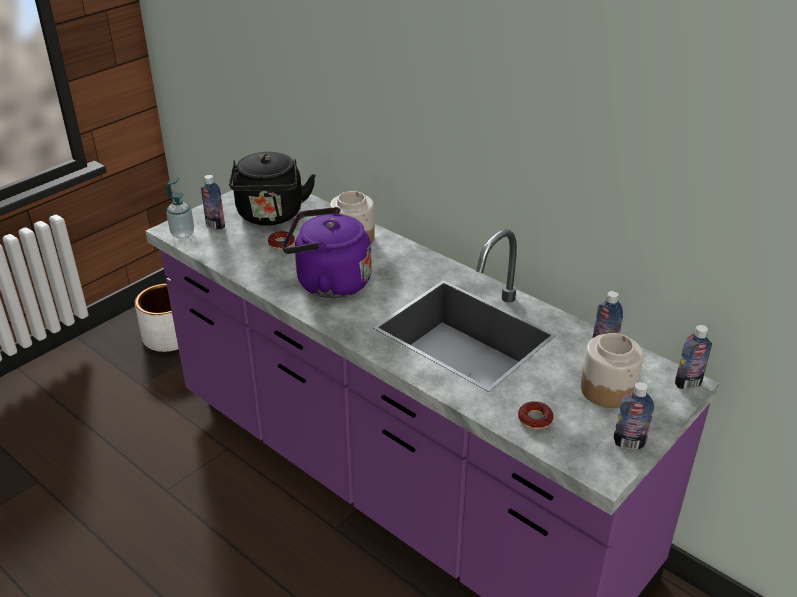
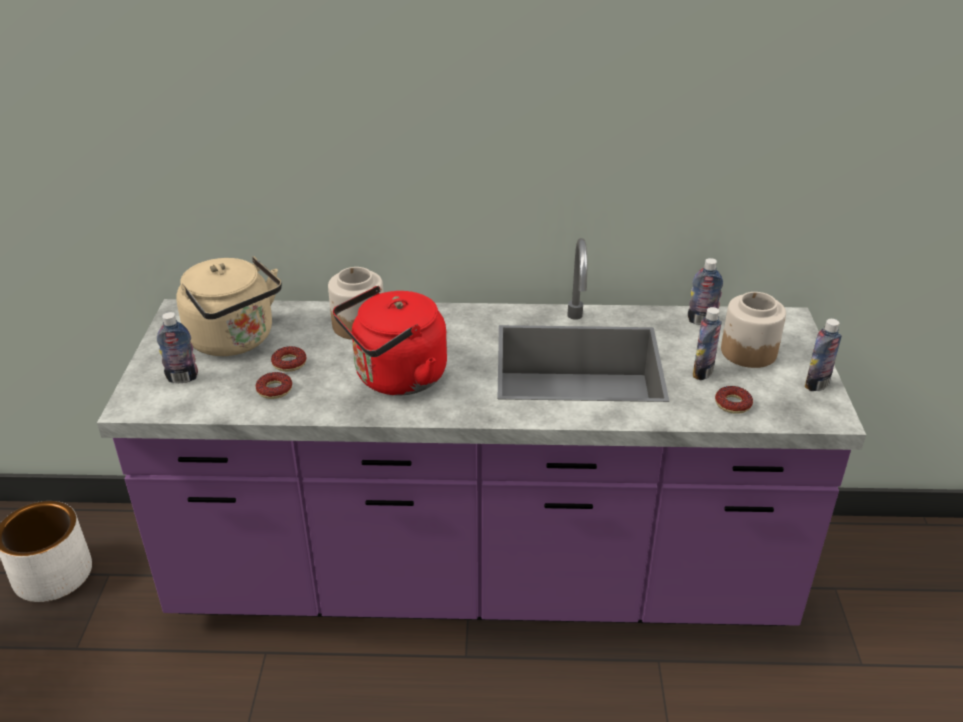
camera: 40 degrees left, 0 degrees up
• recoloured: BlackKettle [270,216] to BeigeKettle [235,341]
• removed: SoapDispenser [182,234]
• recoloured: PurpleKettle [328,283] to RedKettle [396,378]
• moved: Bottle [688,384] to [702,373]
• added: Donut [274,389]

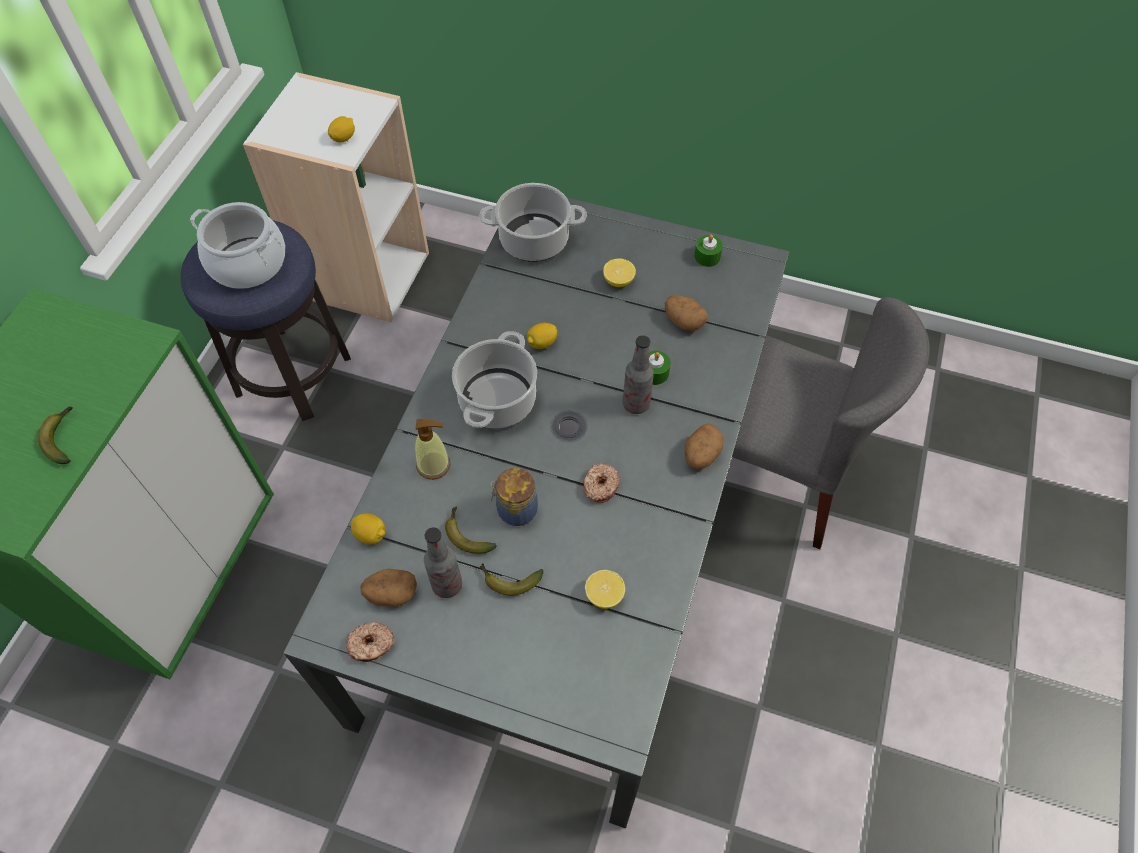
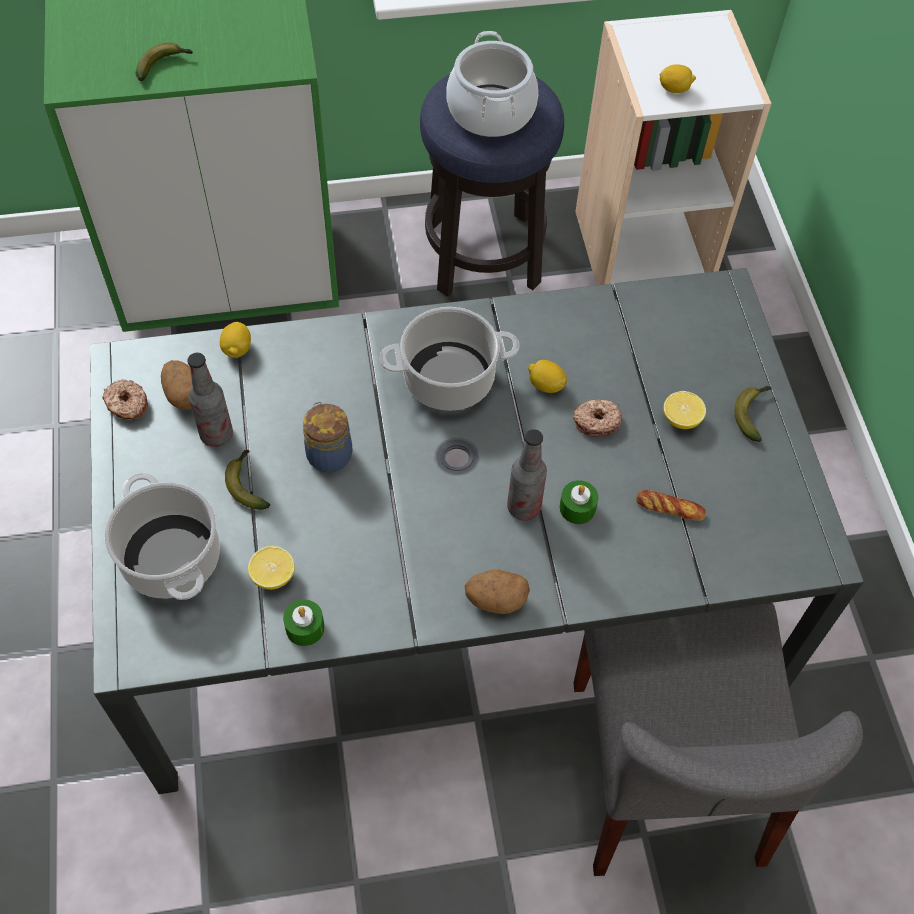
camera: 60 degrees right, 0 degrees up
• moved: CookingPot [535,239] to [172,558]
• moved: GreenCandle [707,256] to [305,627]
• replaced: Potato [683,321] to Bread [669,508]
• removed: SoapDispenser [434,465]
• moved: Donut [600,486] to [596,421]
• moved: Banana [466,534] to [752,413]

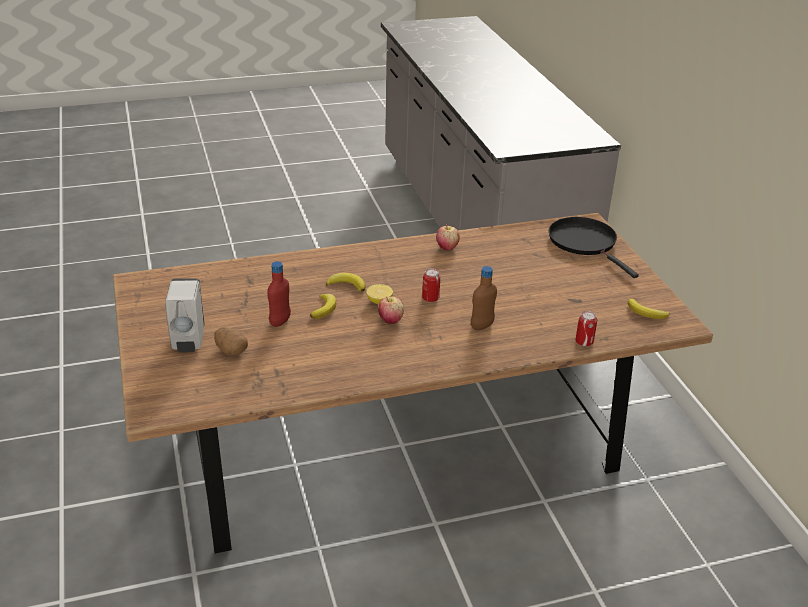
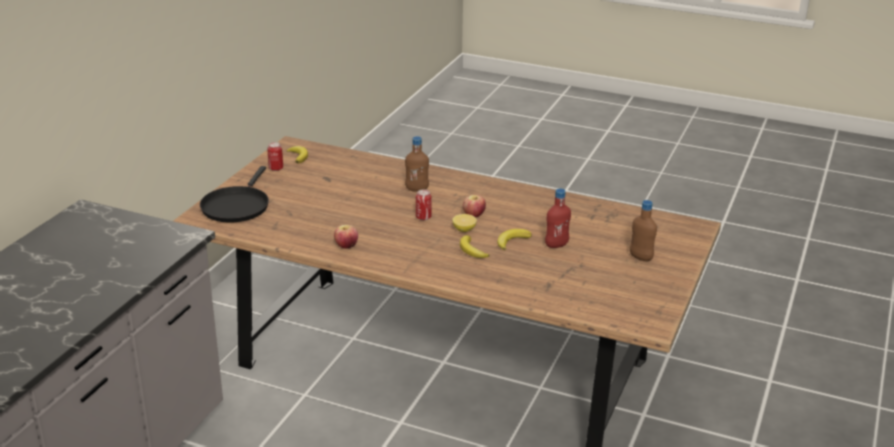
camera: 140 degrees left, 5 degrees down
• replaced: WhiteSoapDispenser [188,342] to BrownBottle [640,257]
• moved: Can [584,342] to [276,168]
• removed: Potato [231,350]

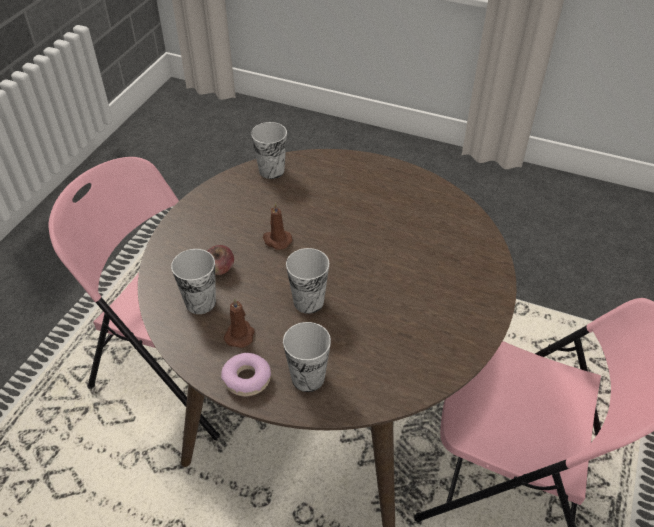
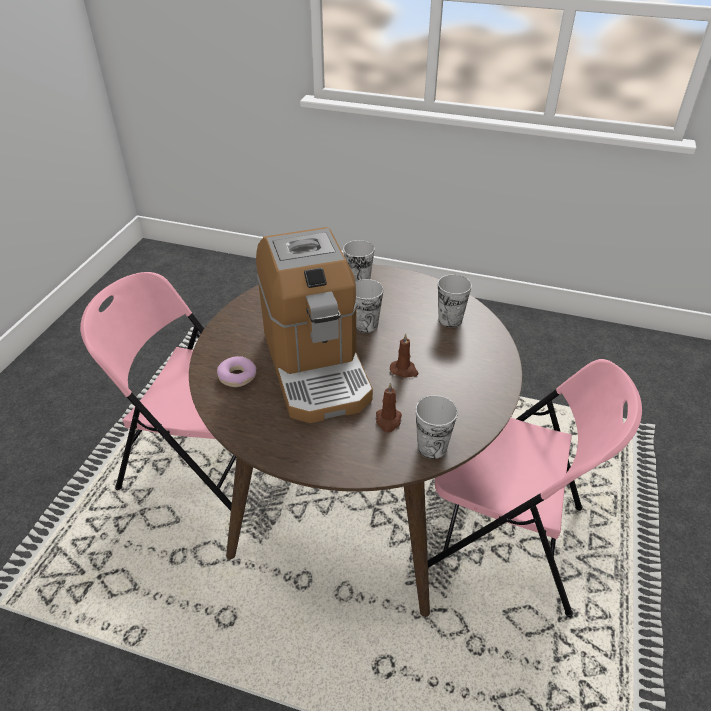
camera: 175 degrees right, 5 degrees down
• removed: Apple [220,269]
• moved: BrownCandle [240,334] to [388,421]
• moved: Donut [247,379] to [237,376]
• added: CoffeeMachine [316,366]

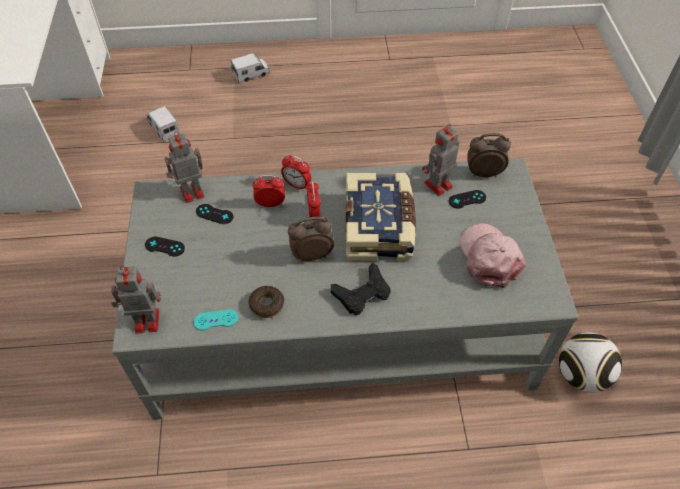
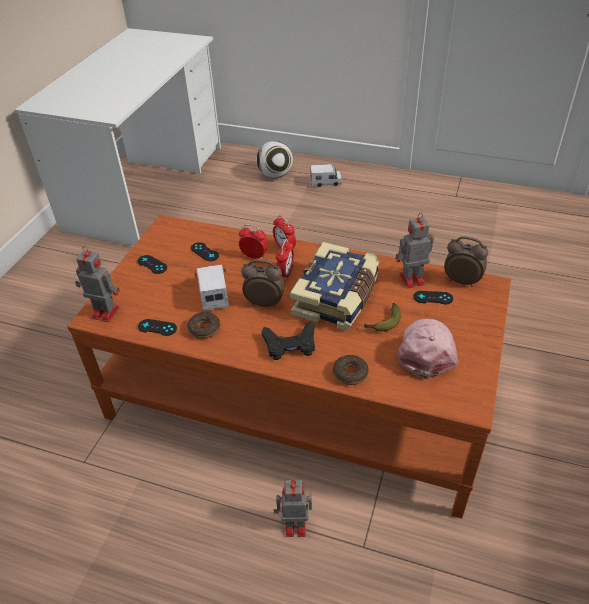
camera: 25 degrees right, 10 degrees down
• moved: ToyTruck [164,128] to [213,293]
• moved: ToyRobot [190,192] to [294,525]
• recoloured: GreyCoffeeTable [338,324] to BrownCoffeeTable [297,395]
• recoloured: TurquoiseGameController [215,320] to BlackGameController [157,327]
• moved: Football [580,375] to [275,175]
• added: Banana [383,323]
• added: Donut [350,373]

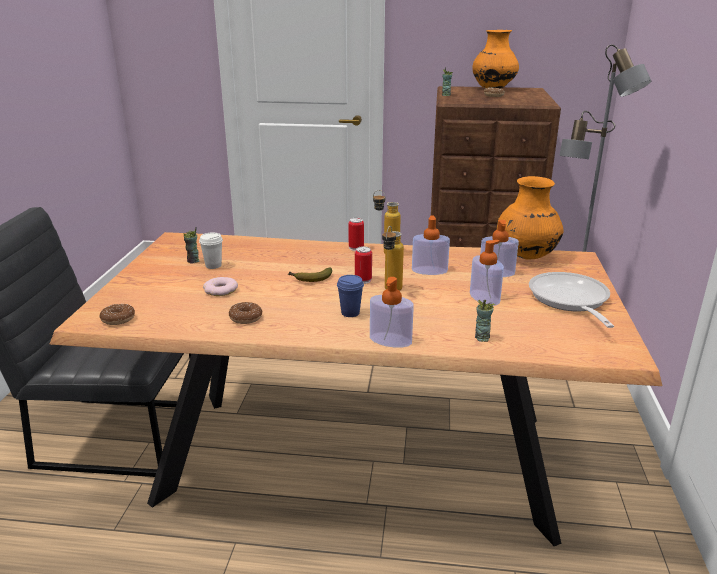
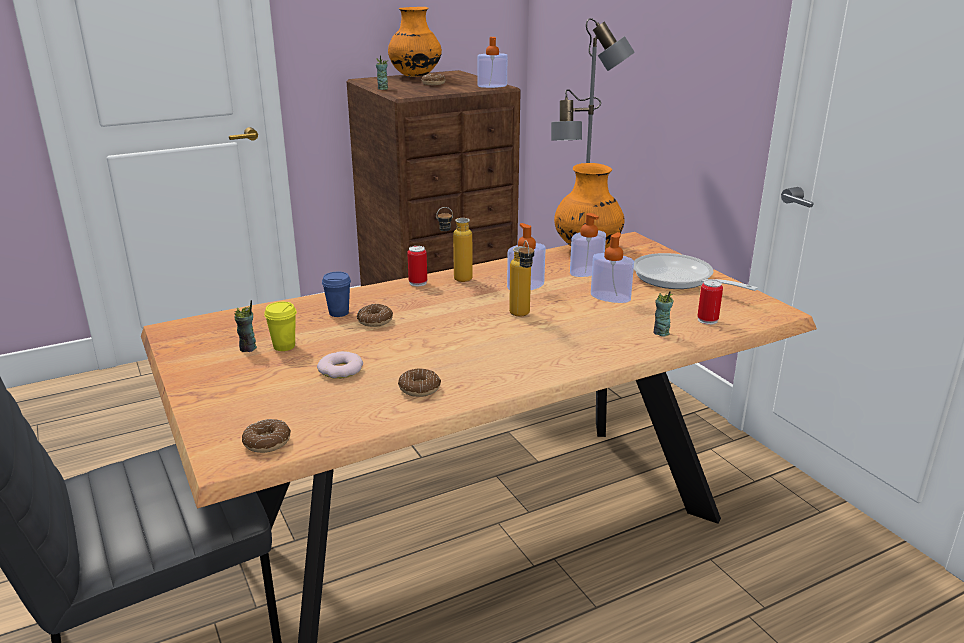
camera: 35 degrees left, 0 degrees up
• recoloured: WhiteCup [213,265] to YellowCup [284,346]
• moved: Can [363,280] to [707,320]
• removed: Banana [310,279]
• moved: BlueCup [350,313] to [339,313]
• moved: SoapDispenser [390,340] to [492,86]
• added: Donut [375,321]

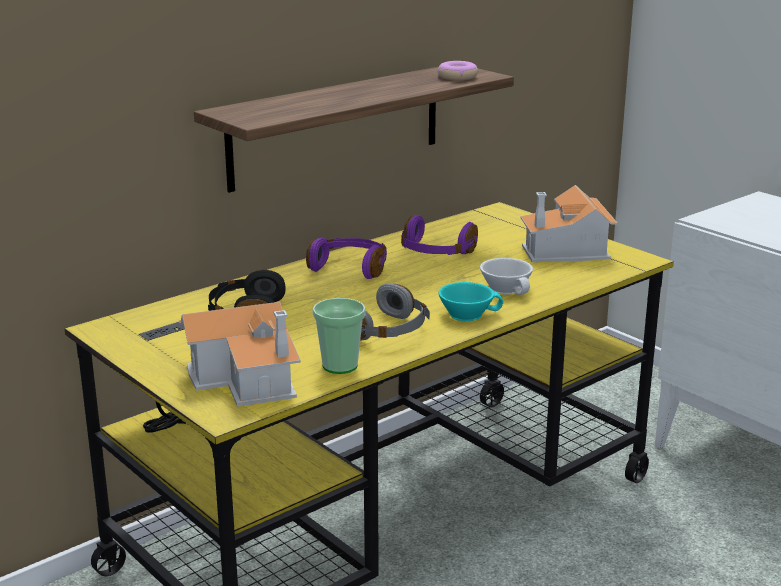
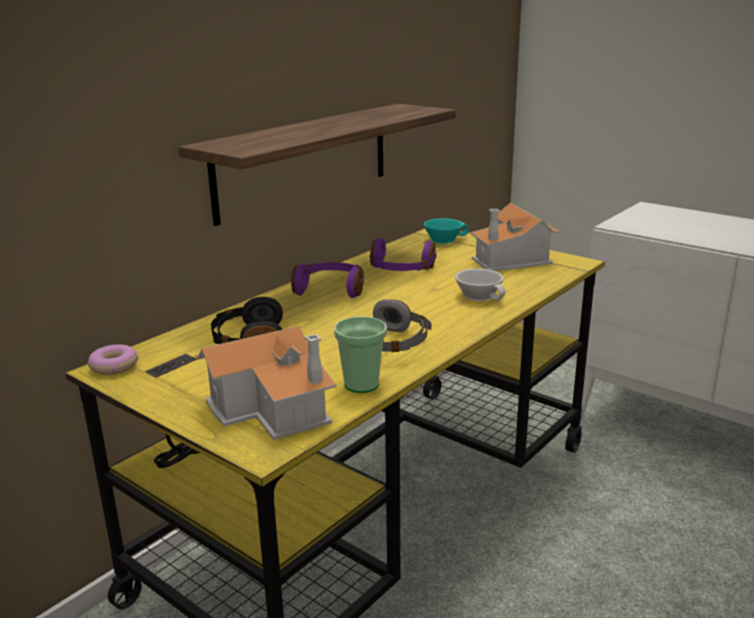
camera: 10 degrees left, 0 degrees up
• moved: Donut [457,77] to [114,366]
• moved: TurquoiseCup [467,313] to [443,239]

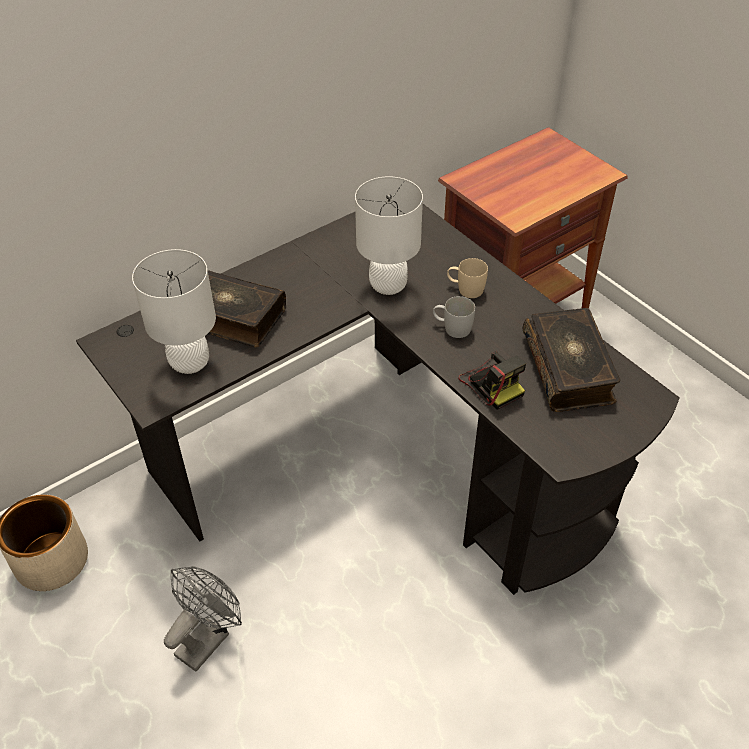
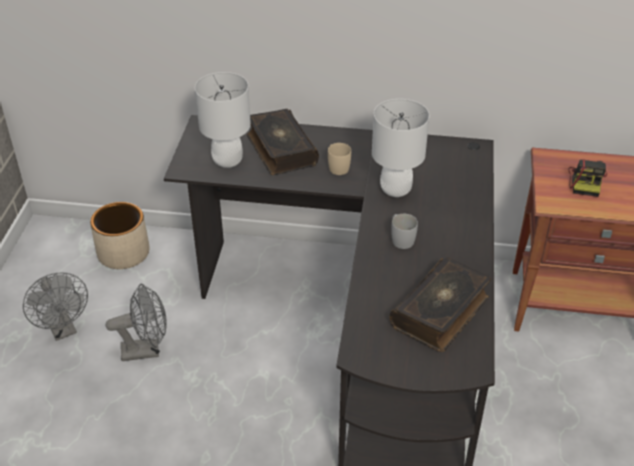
camera: 45 degrees right, 5 degrees down
• moved: BeigeMug [465,289] to [337,166]
• moved: PhotoCamera [491,383] to [586,181]
• added: GreyFan [63,329]

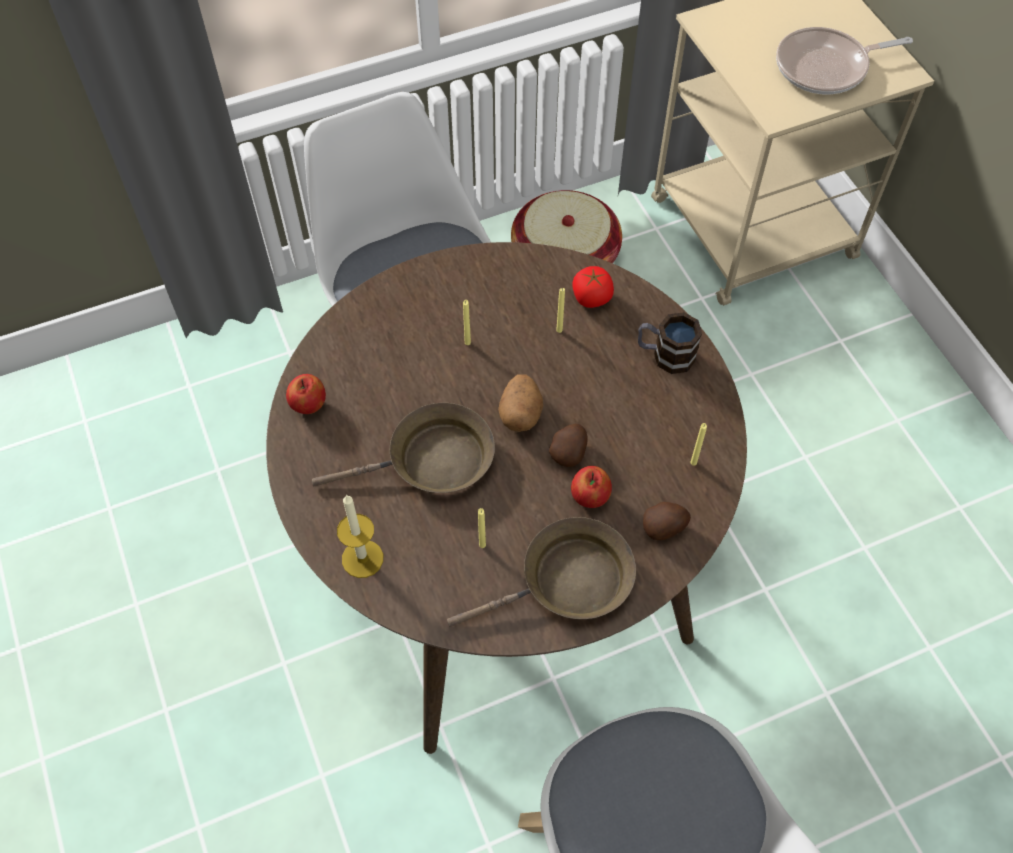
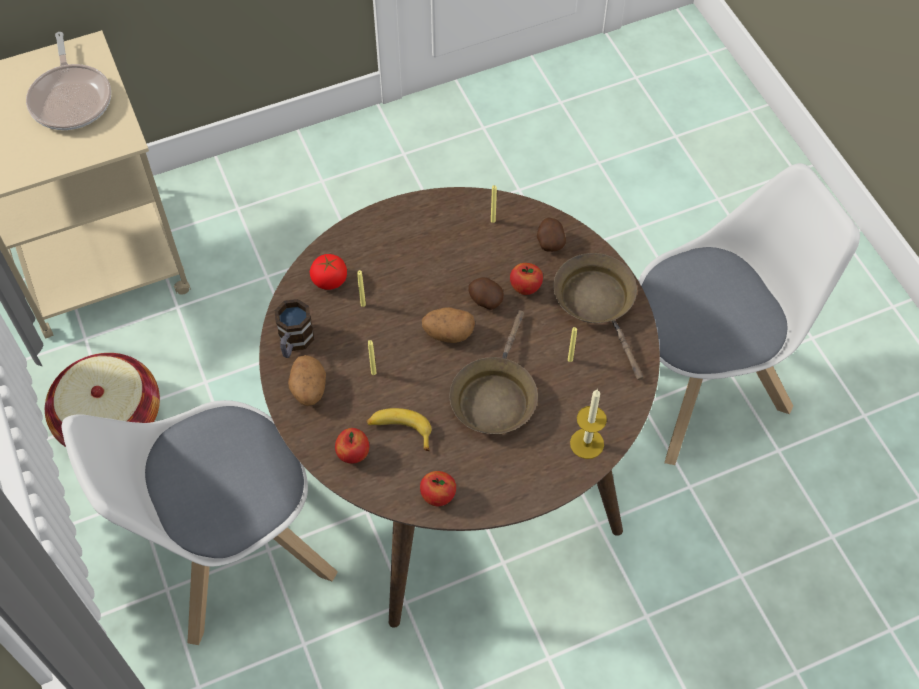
camera: 90 degrees left, 0 degrees up
• moved: Mug [665,355] to [294,342]
• turned: BrownFryingPan [432,461] = [494,396] 150 degrees counterclockwise
• added: Potato [309,390]
• added: Banana [400,430]
• added: Apple [353,454]

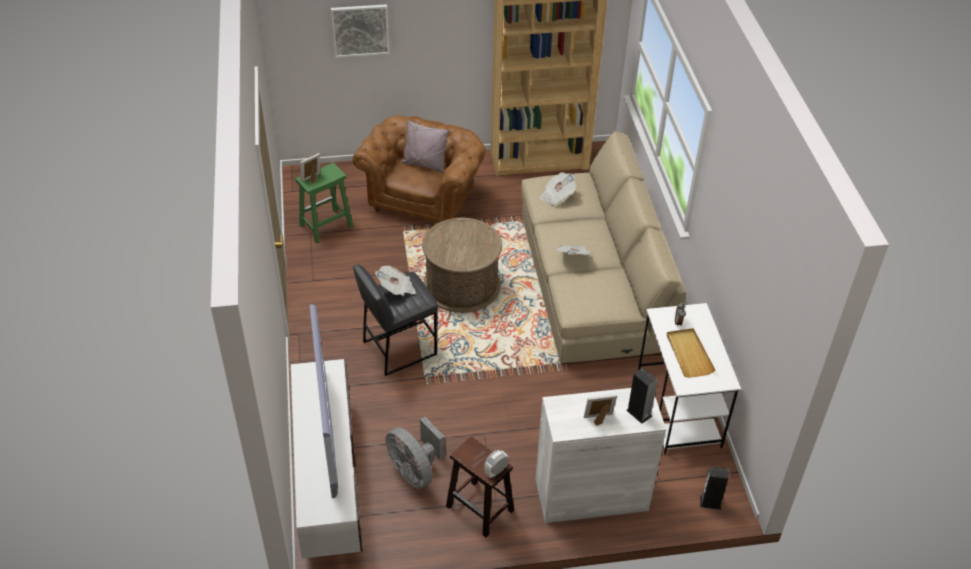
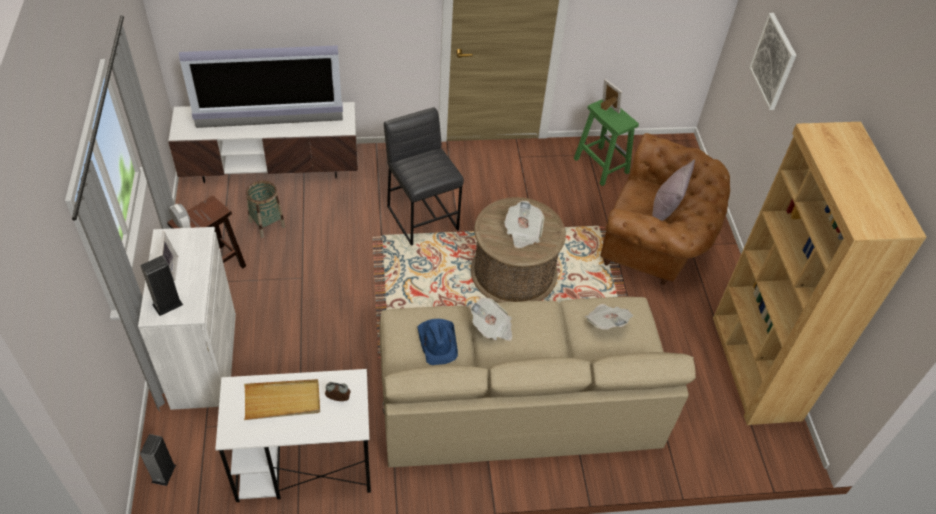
camera: 90 degrees right, 5 degrees up
• moved: Newspaper [396,289] to [522,233]
• replaced: GreyFan [415,471] to Basket [267,224]
• added: BlueHat [438,342]

